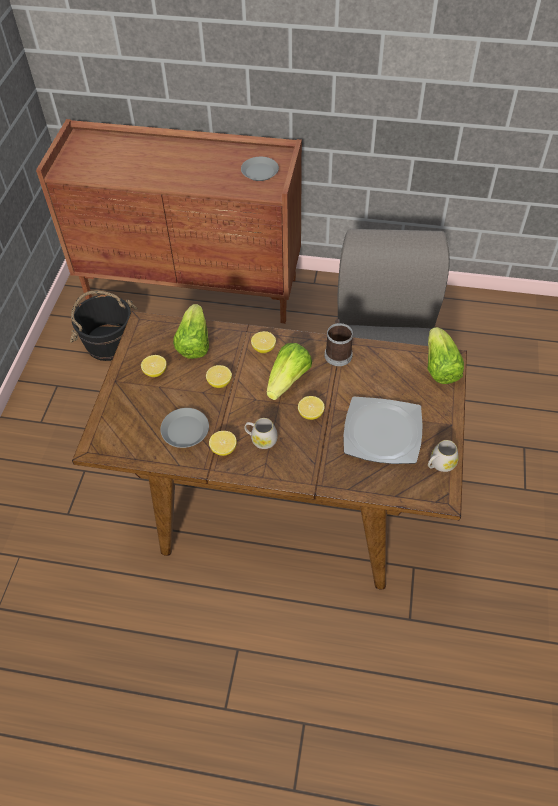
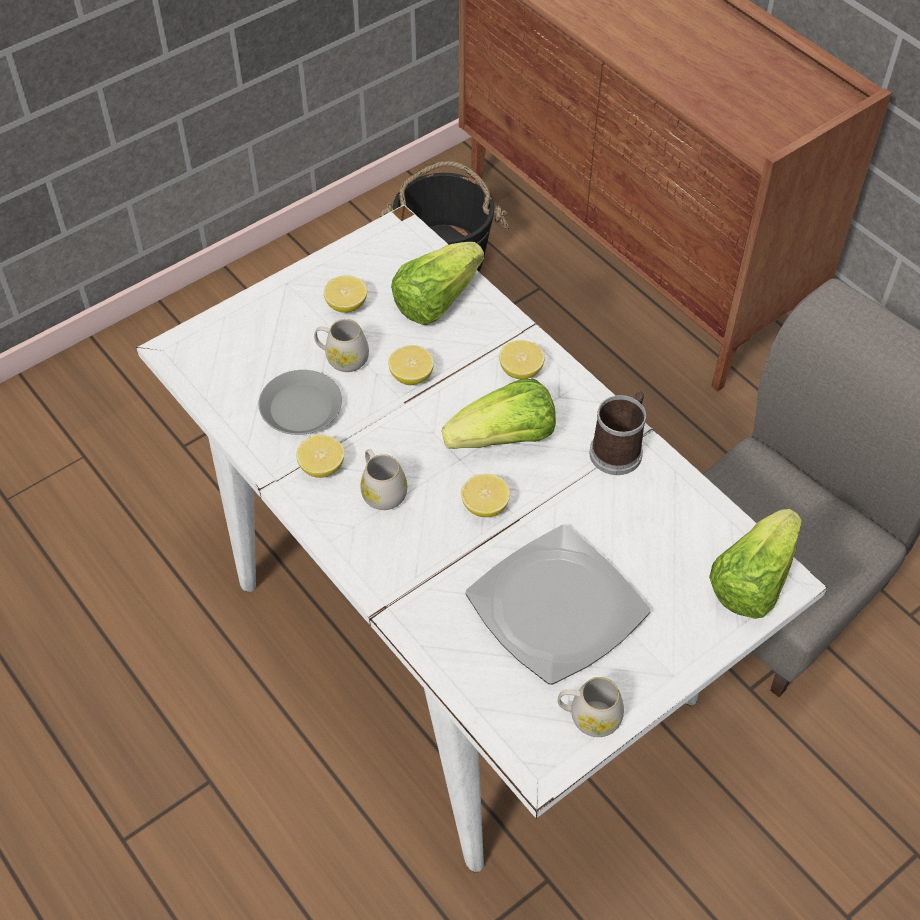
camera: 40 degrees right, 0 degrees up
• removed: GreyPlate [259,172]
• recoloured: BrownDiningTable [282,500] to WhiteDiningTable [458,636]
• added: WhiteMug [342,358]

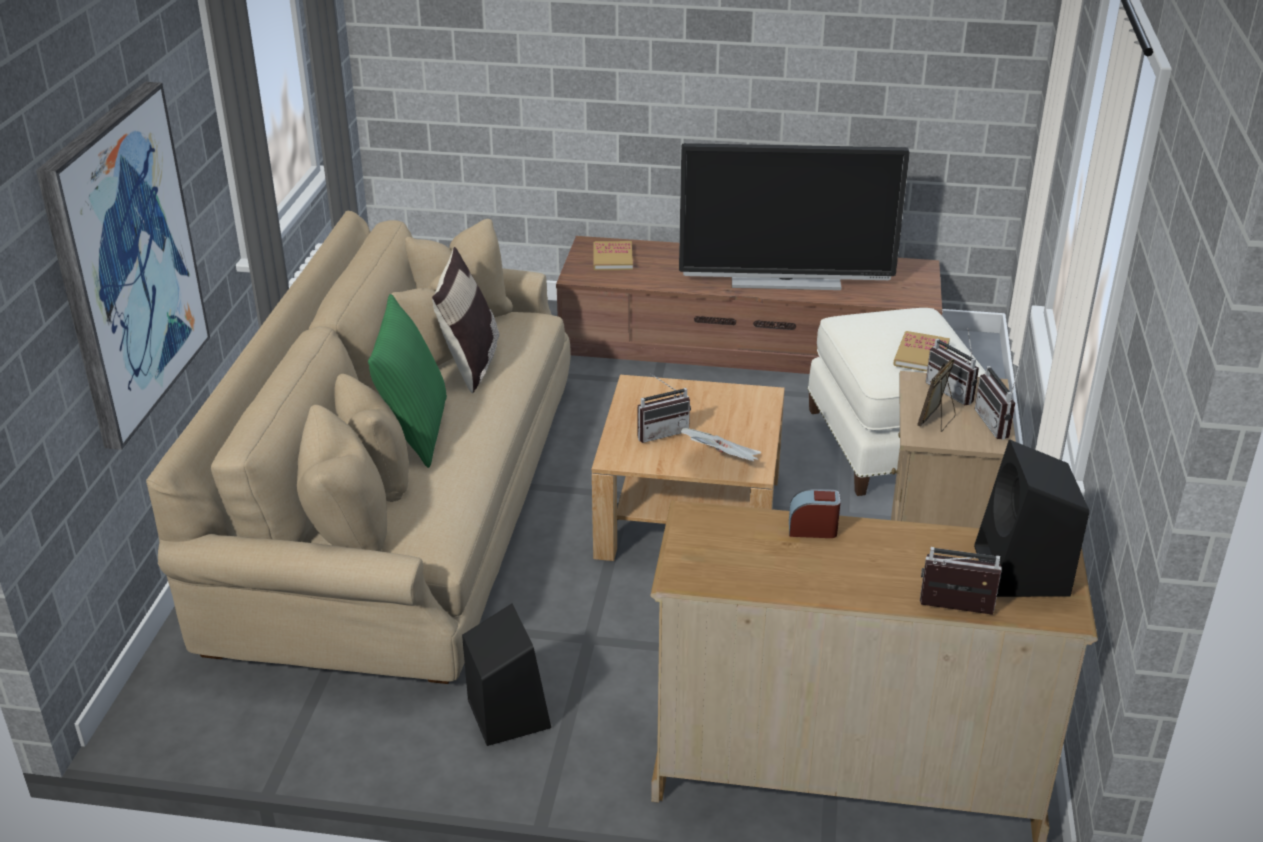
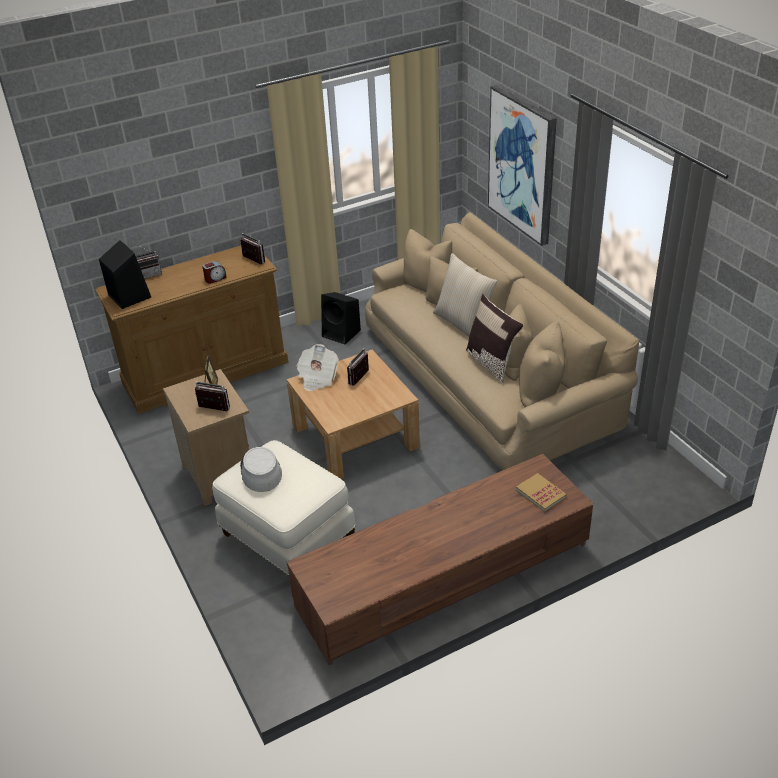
camera: 145 degrees right, 5 degrees up
• removed: Television [785,281]
• recoloured: GreenPillow [414,431] to BeigePillow [463,324]
• replaced: Book [921,355] to GreyHat [260,471]
• moved: Radio [998,424] to [251,261]

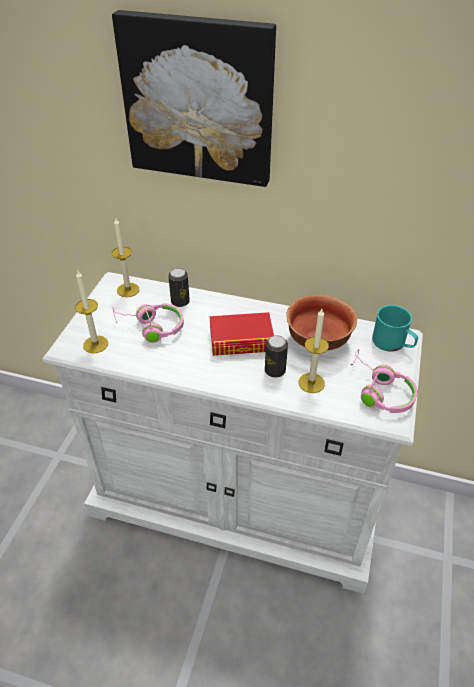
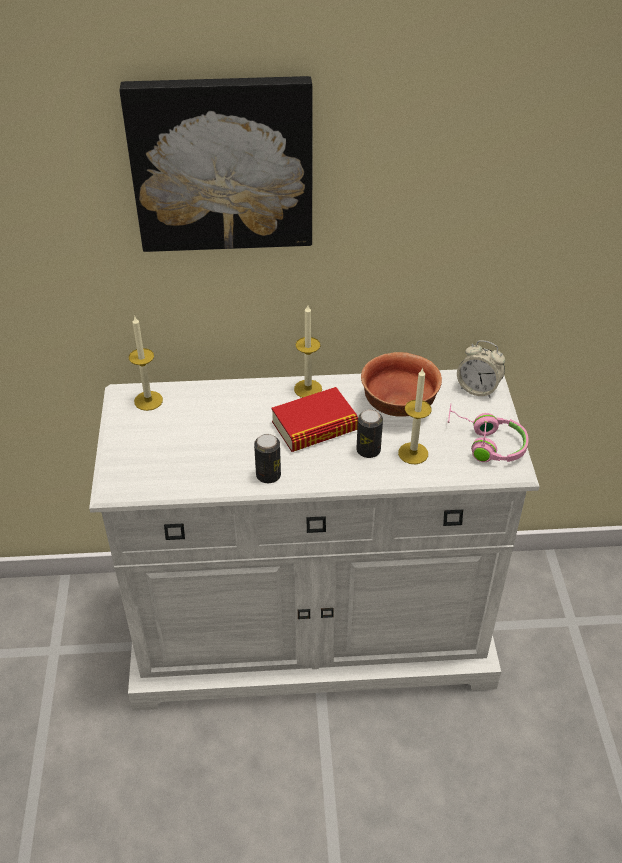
camera: 20 degrees left, 0 degrees up
• moved: Can [180,302] to [268,475]
• moved: Candle [95,344] to [308,389]
• removed: PinkHeadphones [151,327]
• replaced: TurquoiseMug [393,343] to AlarmClock [478,389]

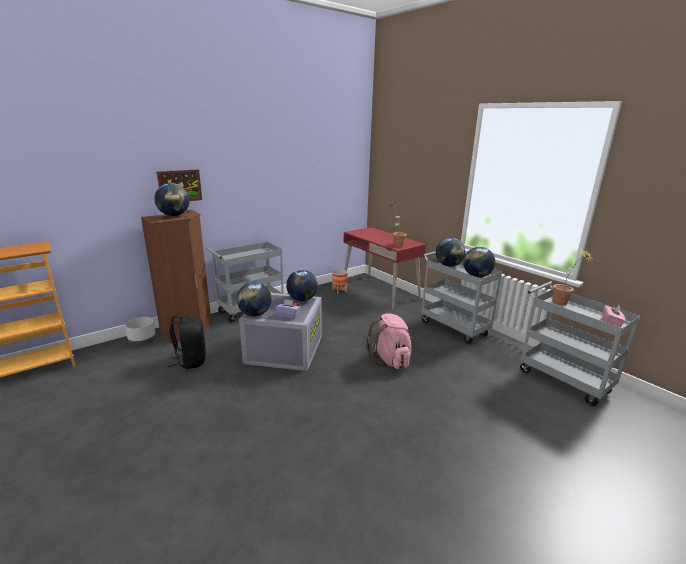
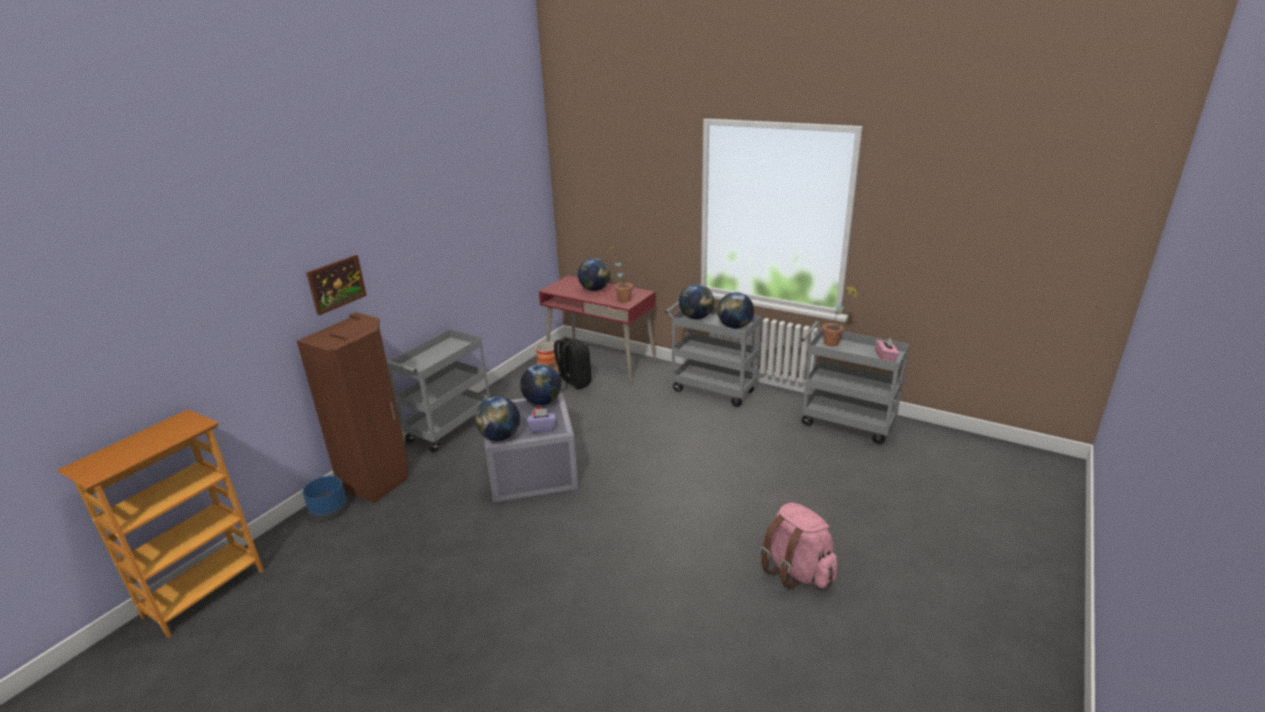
camera: 20 degrees left, 5 degrees up
• moved: Globe [174,215] to [594,289]
• moved: PinkBackpack [390,360] to [796,571]
• moved: BlackBackpack [191,360] to [573,383]
• recoloured: GreyPlanter [142,341] to BluePlanter [329,510]

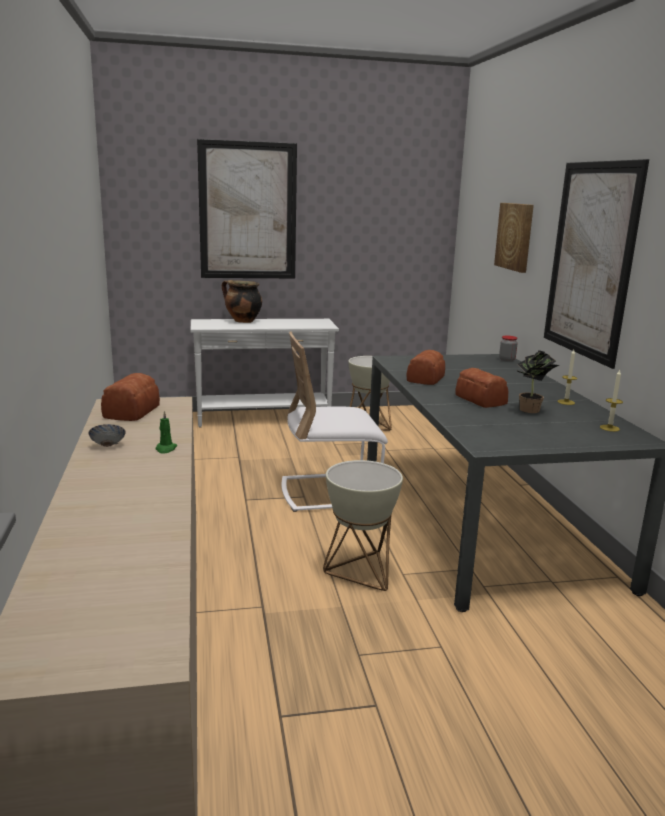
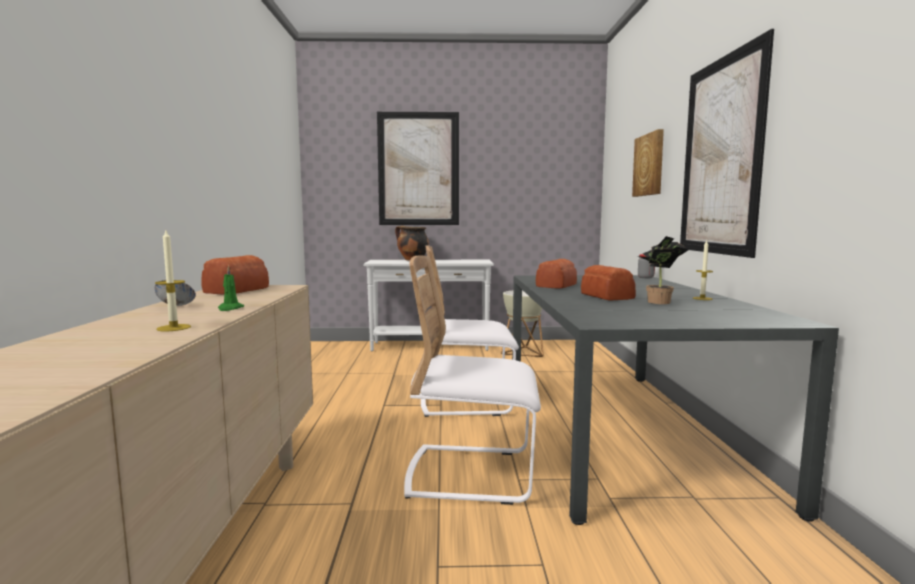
camera: 10 degrees right, 10 degrees down
• moved: Candle [609,428] to [173,328]
• replaced: Planter [359,571] to WhiteChair [471,474]

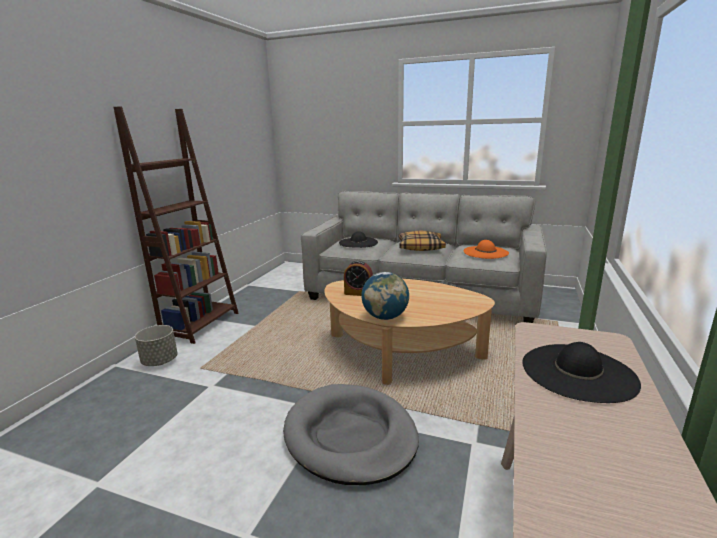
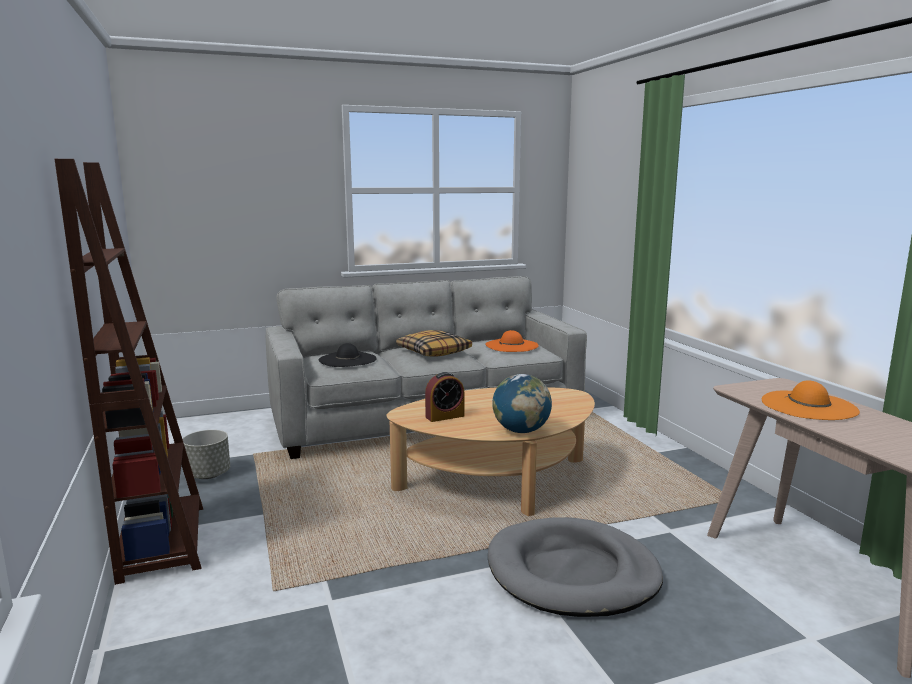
camera: 40 degrees left, 5 degrees down
• moved: GreyPlanter [160,361] to [208,475]
• recoloured: BlackHat [578,372] to OrangeHat [809,406]

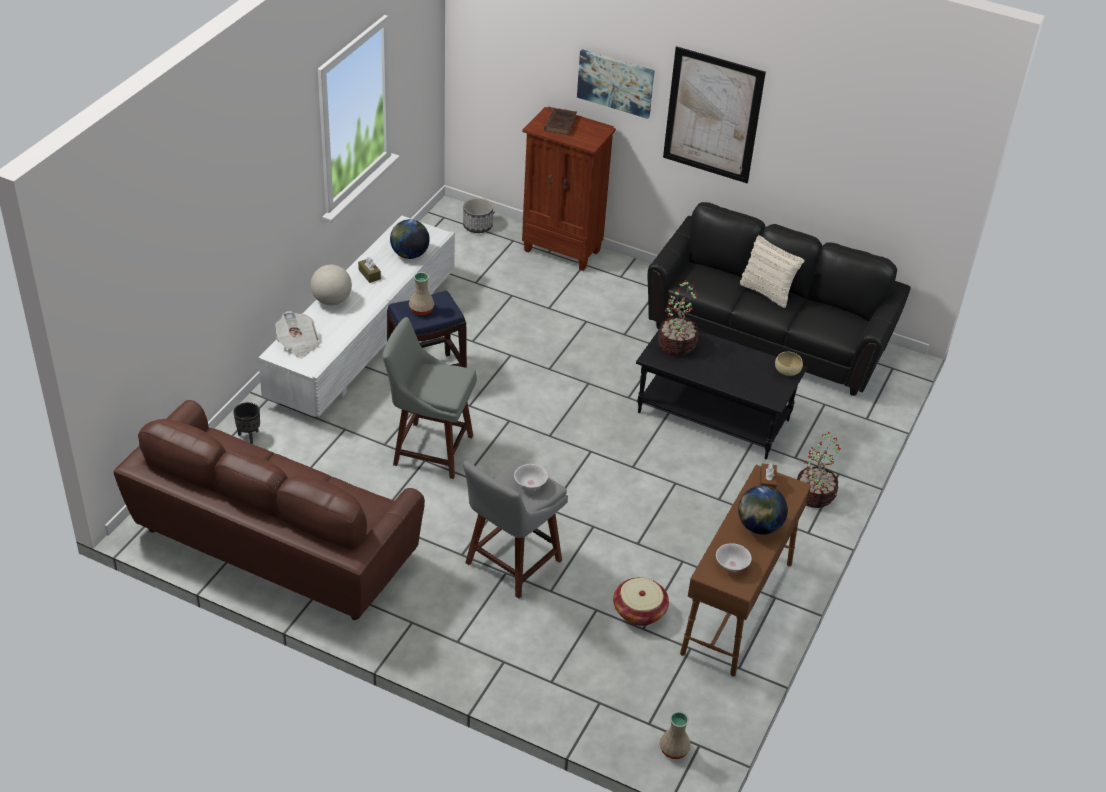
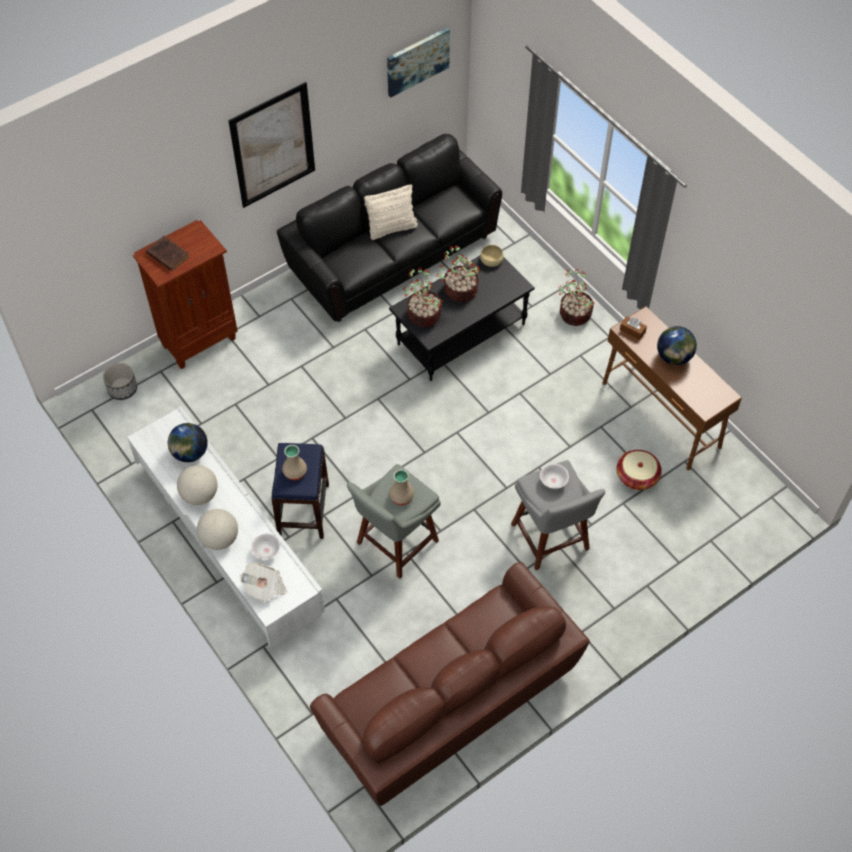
camera: 60 degrees left, 15 degrees up
• moved: Picture [615,83] to [417,61]
• replaced: BrownTissueBox [369,274] to Globe [199,495]
• removed: BlackPlanter [249,436]
• moved: WhiteBowl [731,565] to [266,551]
• moved: BeigeVase [673,748] to [401,496]
• added: PottedPlant [459,290]

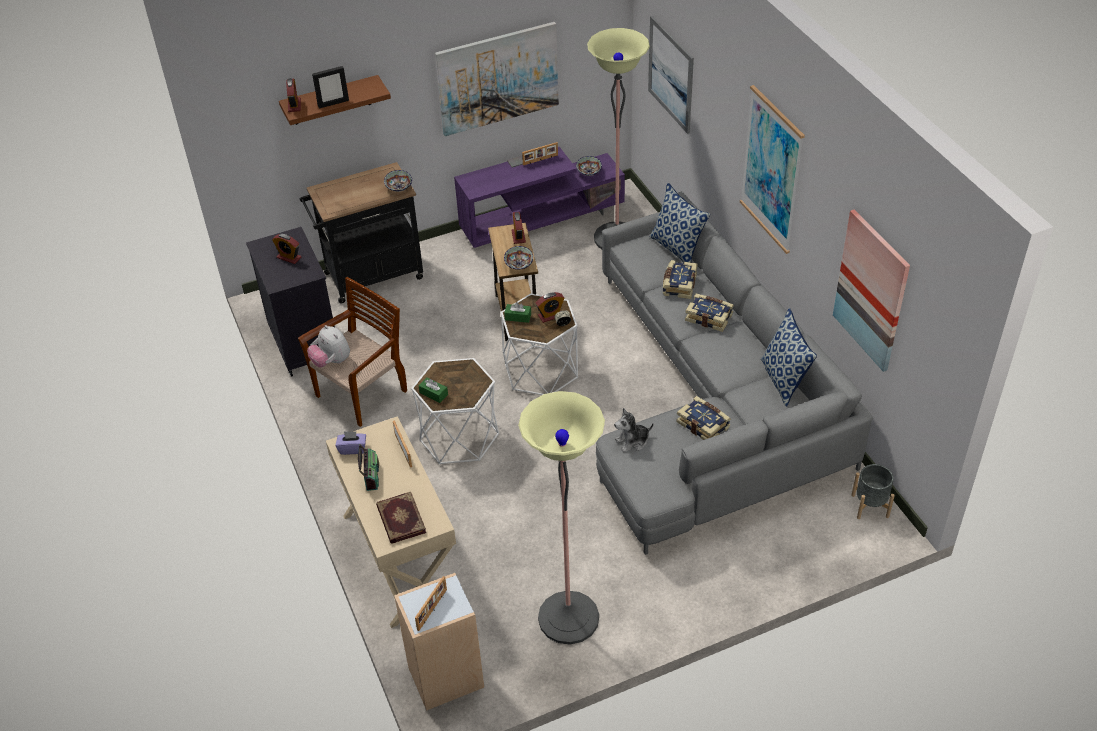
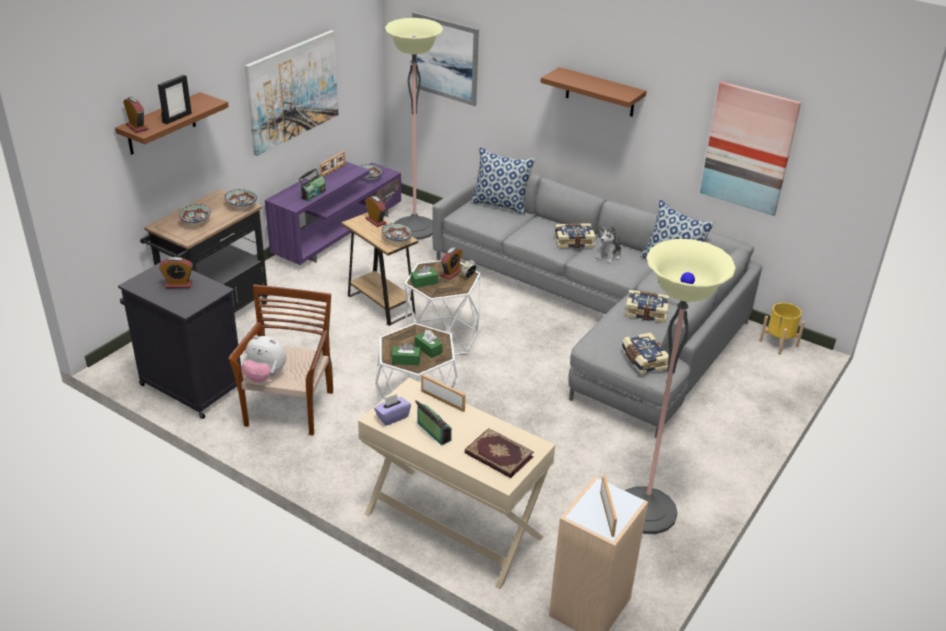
camera: 35 degrees left, 10 degrees down
• replaced: Picture [771,170] to BrownShelf [600,92]
• moved: Book [678,285] to [643,360]
• moved: PlushToy [632,441] to [609,256]
• recoloured: GreyPlanter [870,505] to YellowPlanter [778,343]
• added: Radio [313,194]
• added: Bowl [195,222]
• added: GreenTissueBox [428,349]

